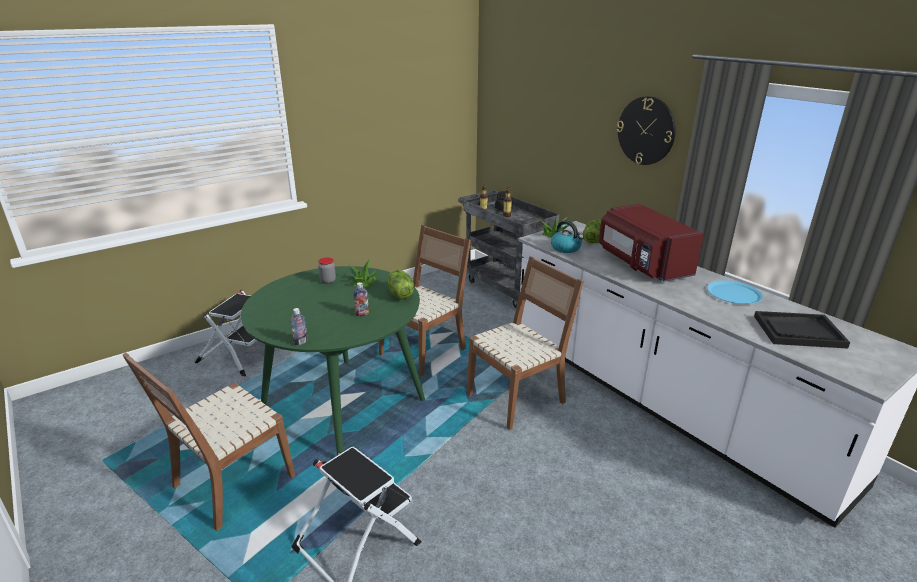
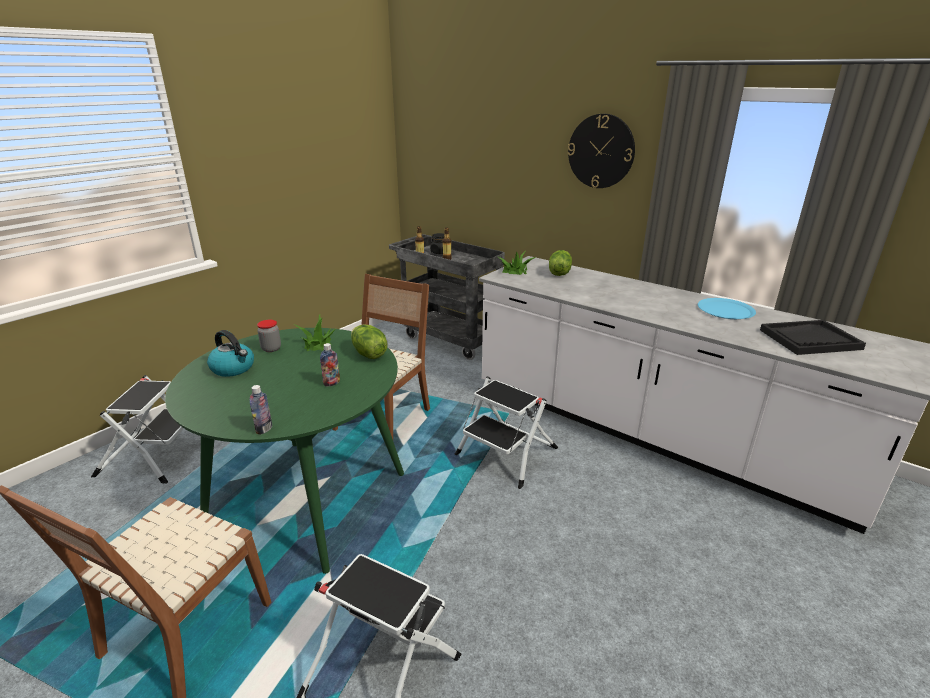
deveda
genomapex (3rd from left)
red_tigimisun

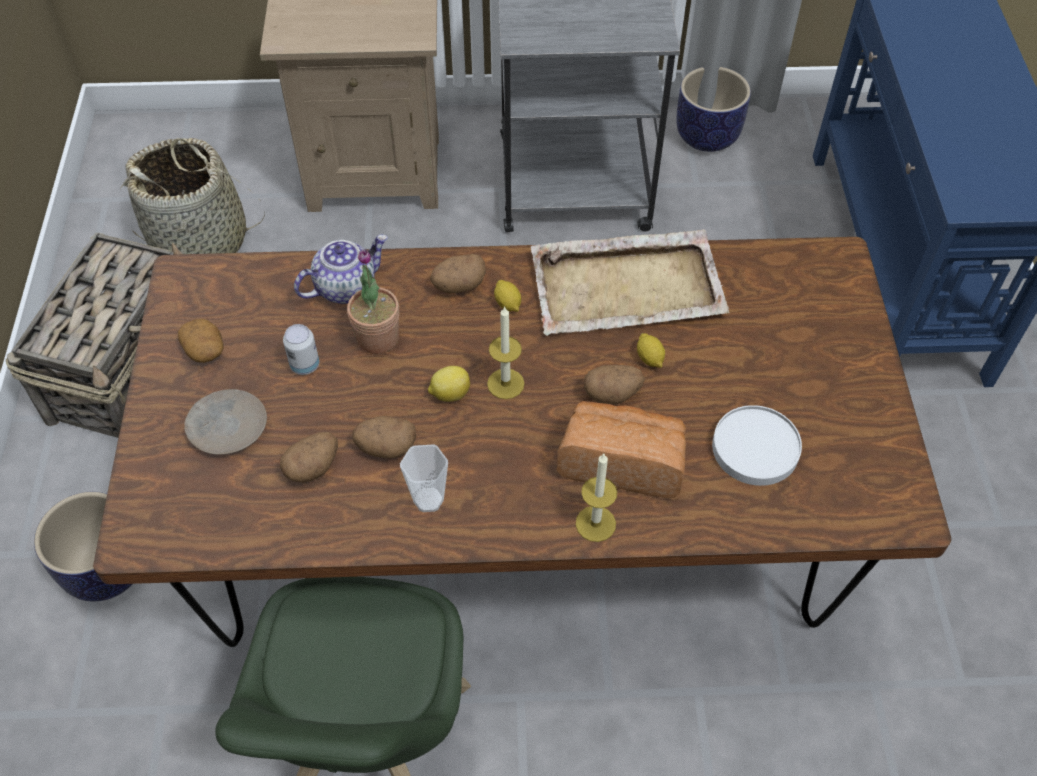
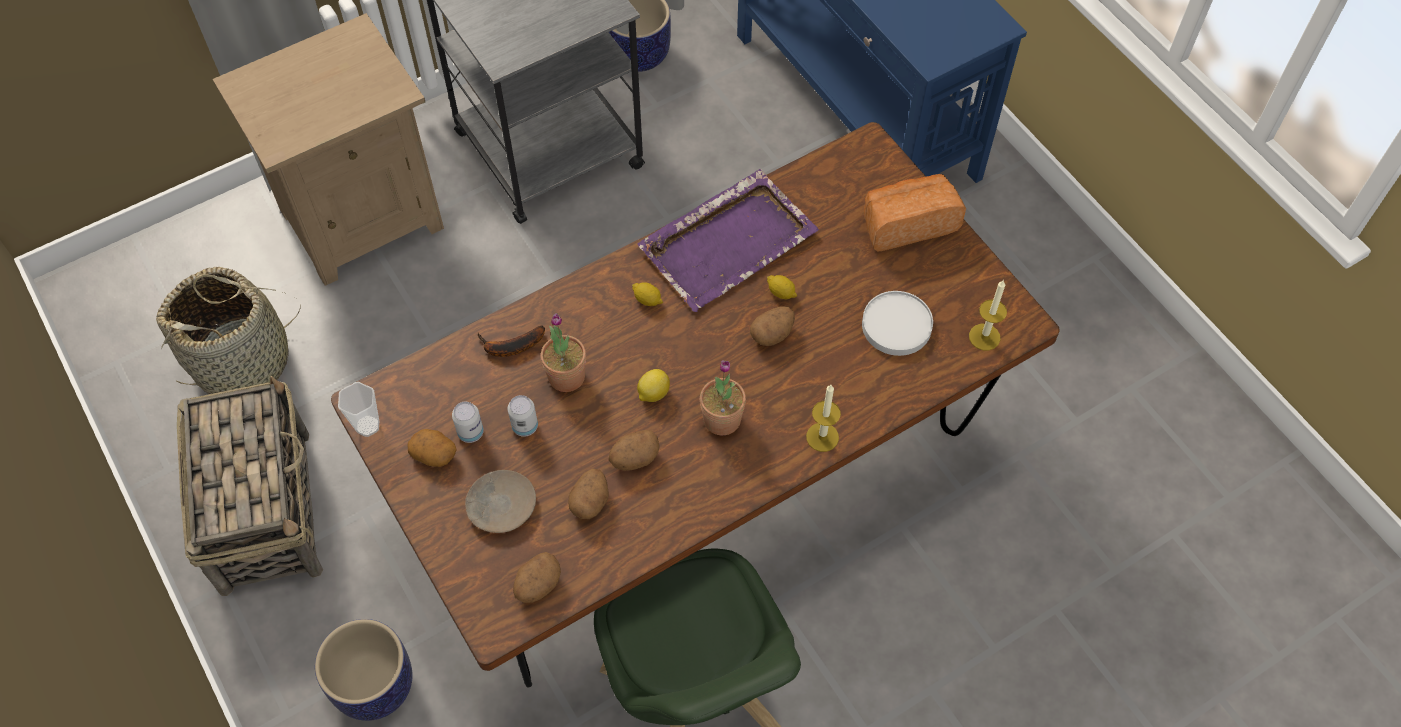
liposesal
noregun (1st from left)
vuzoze
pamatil (2nd from left)
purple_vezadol
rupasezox (2nd from left)
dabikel
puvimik (2nd from left)

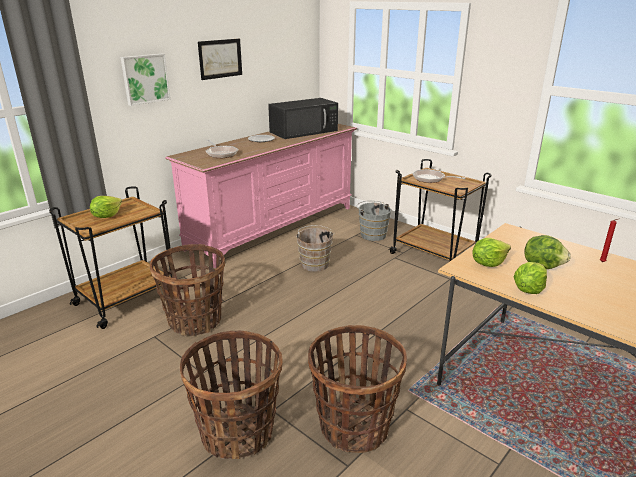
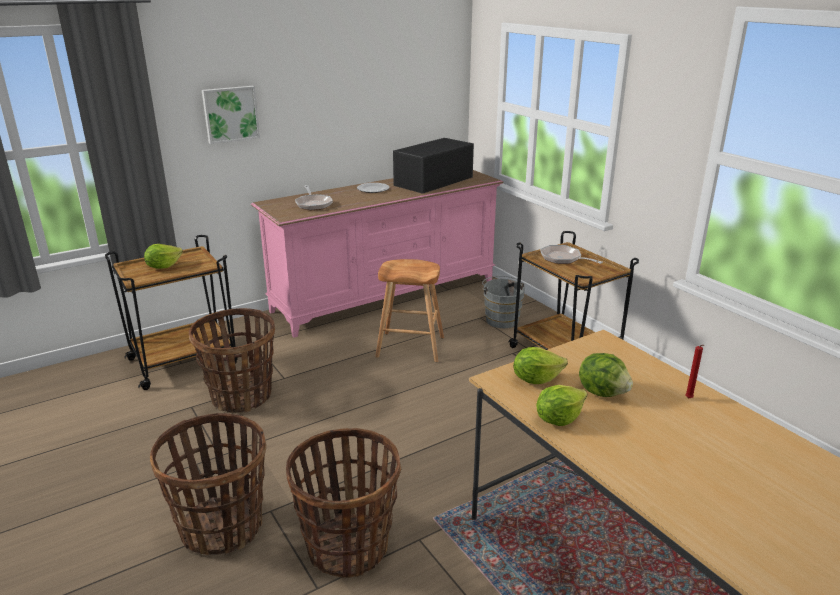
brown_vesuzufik
black_tigimisun
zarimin (2nd from left in the first image)

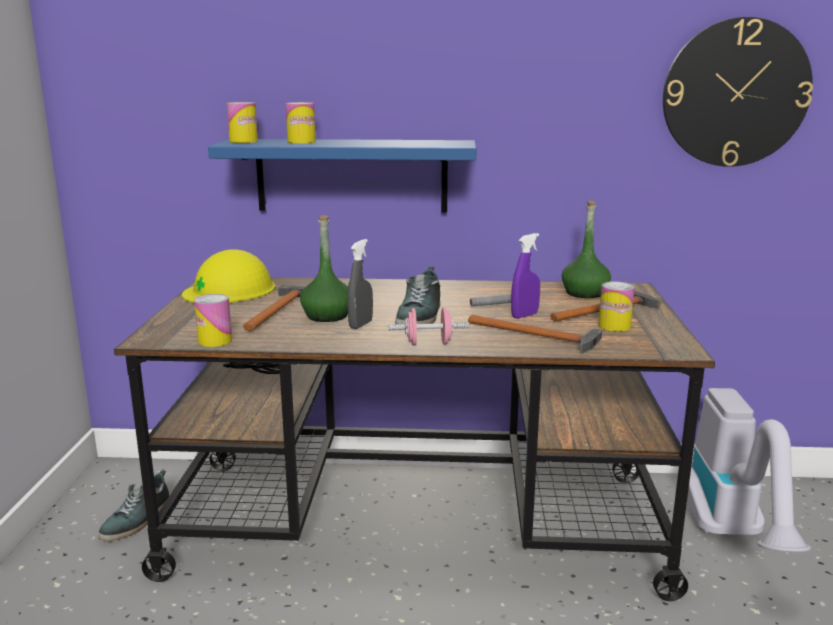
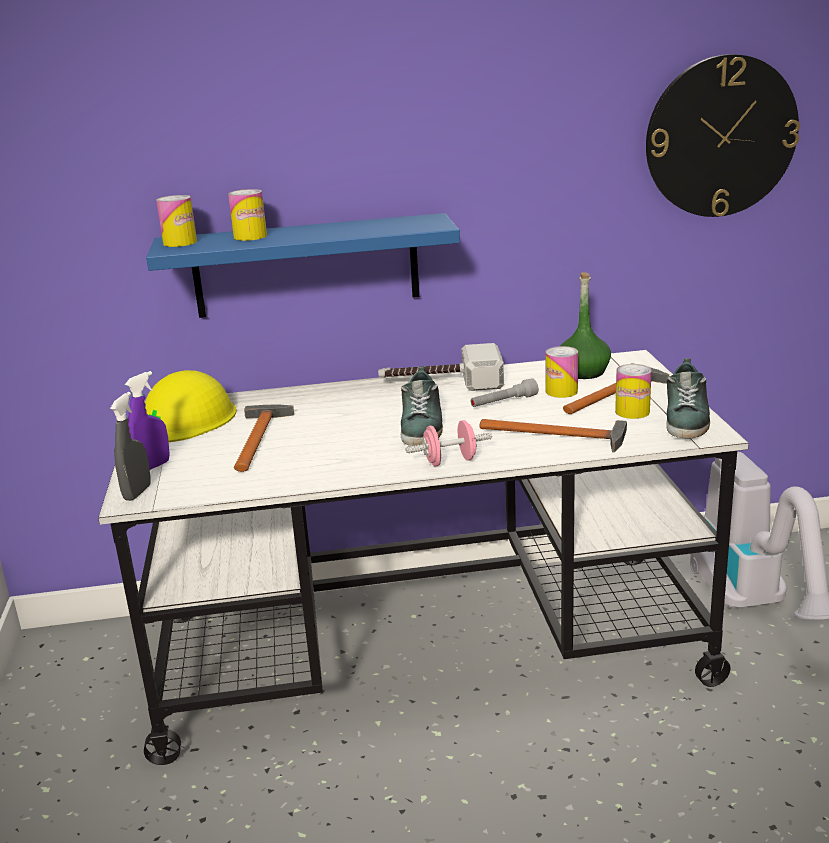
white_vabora
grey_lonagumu
purple_lonagumu
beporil (2nd from left)
noregun (3rd from left)
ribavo (2nd from left)
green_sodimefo (1st from left in the first image)

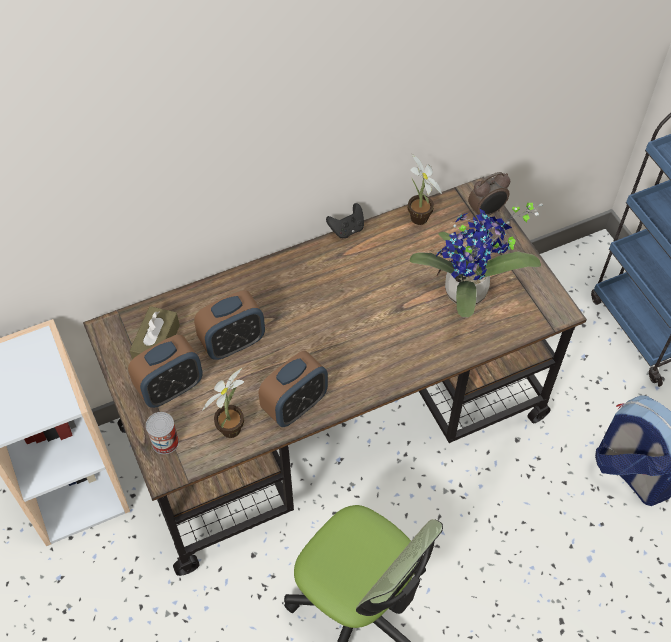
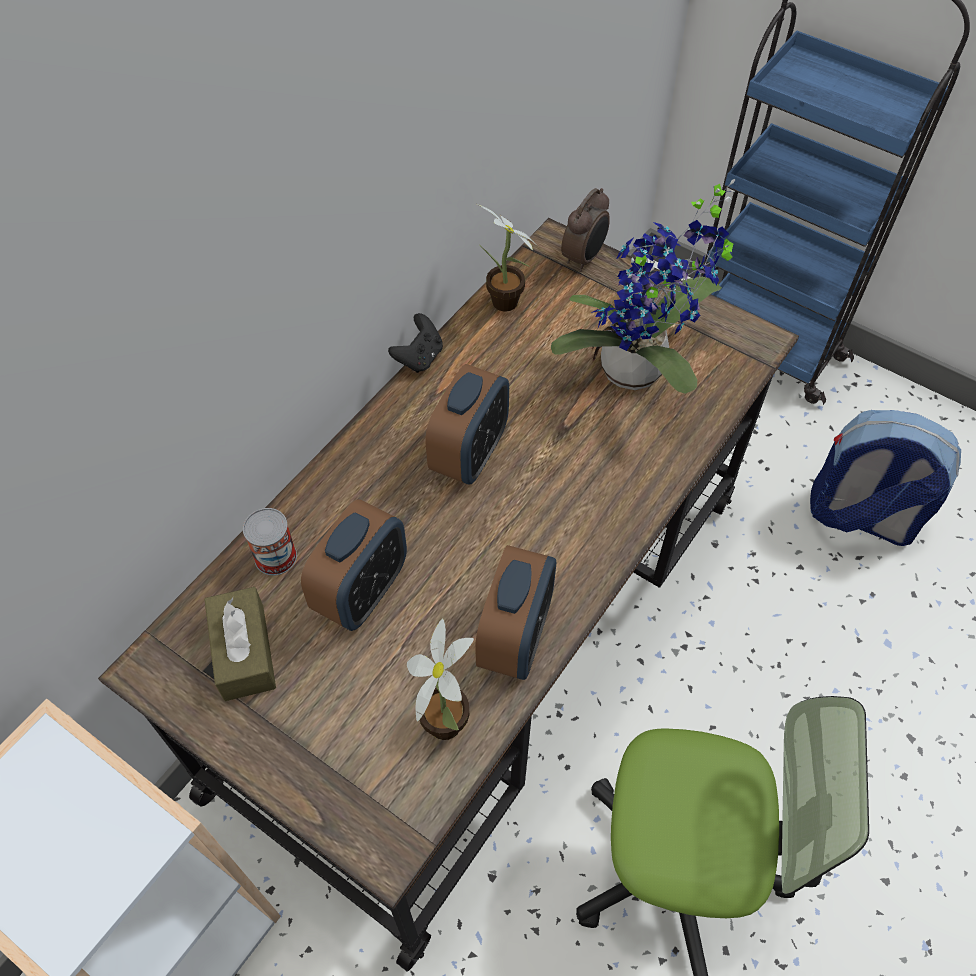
noregun
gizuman (2nd from left)

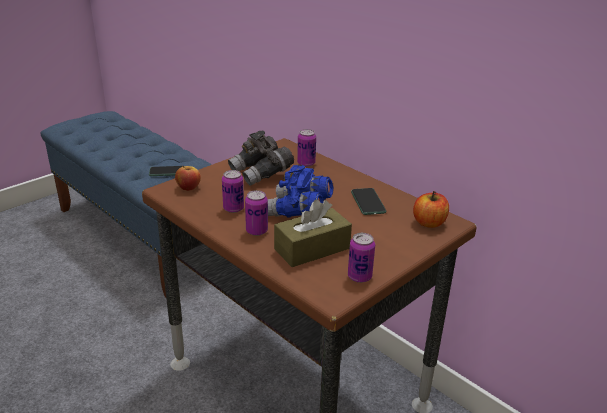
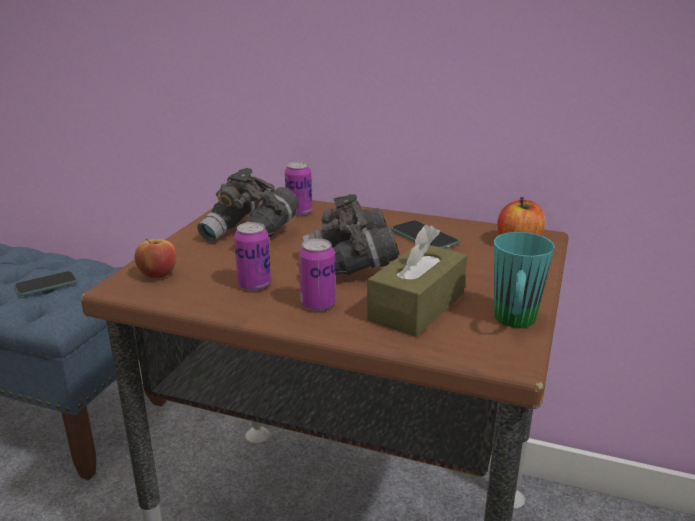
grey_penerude (2nd from left)
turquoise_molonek

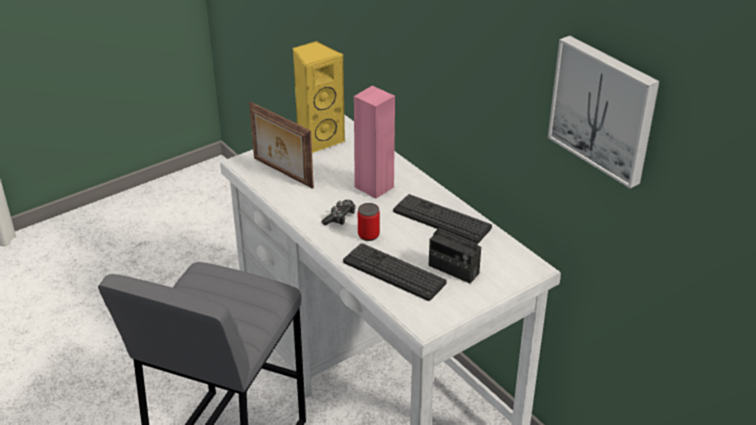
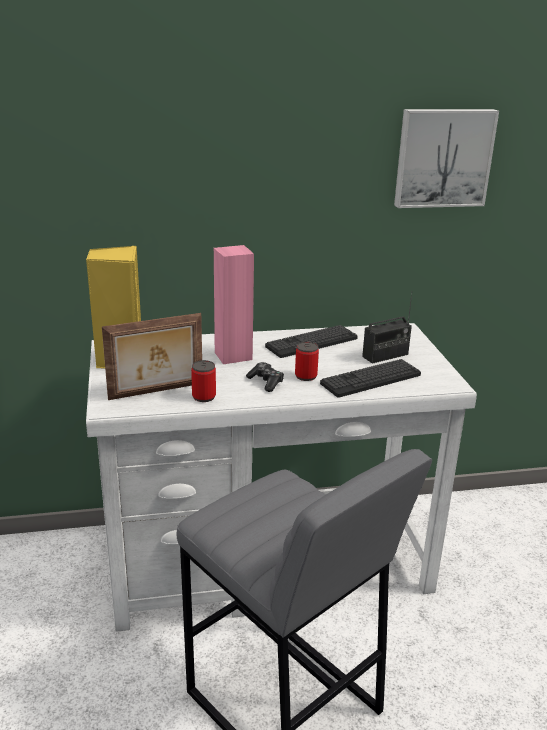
noregun (1st from left)

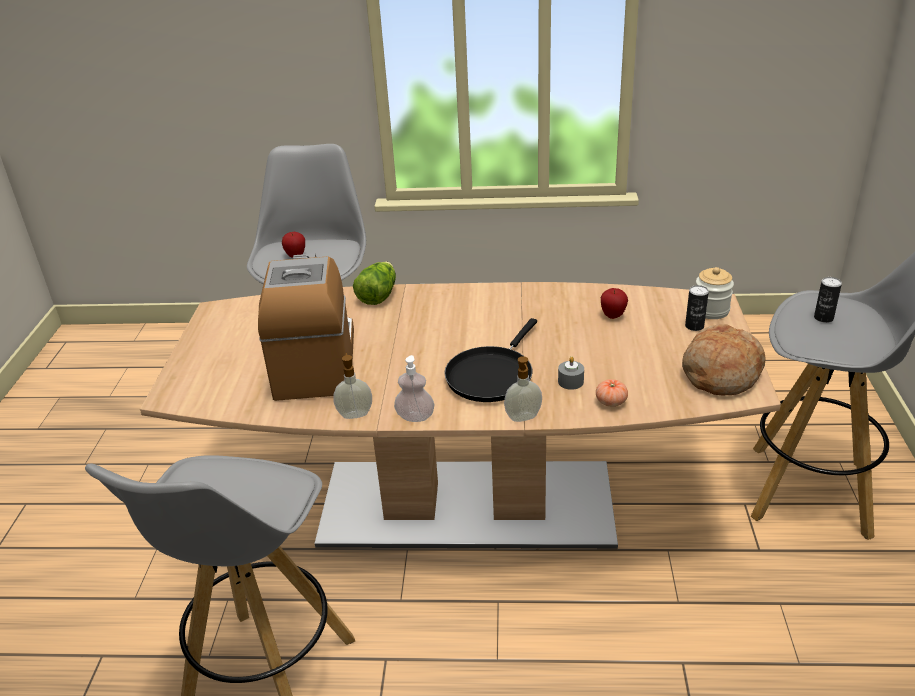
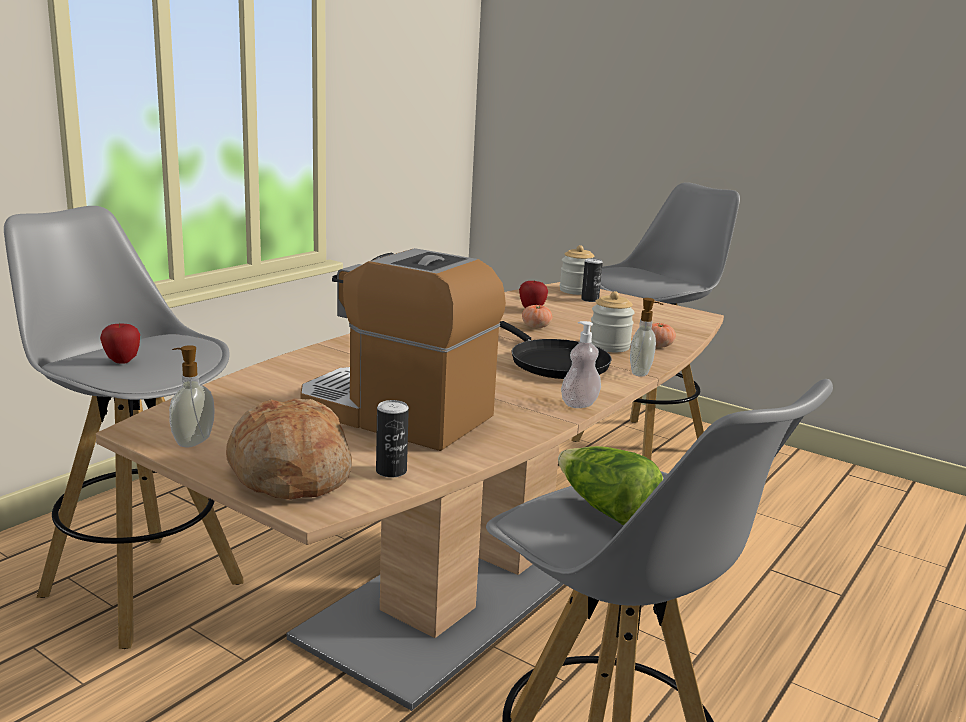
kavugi (1st from left)
dabikel
noregun (1st from left)
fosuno (1st from left)
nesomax
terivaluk (2nd from left)

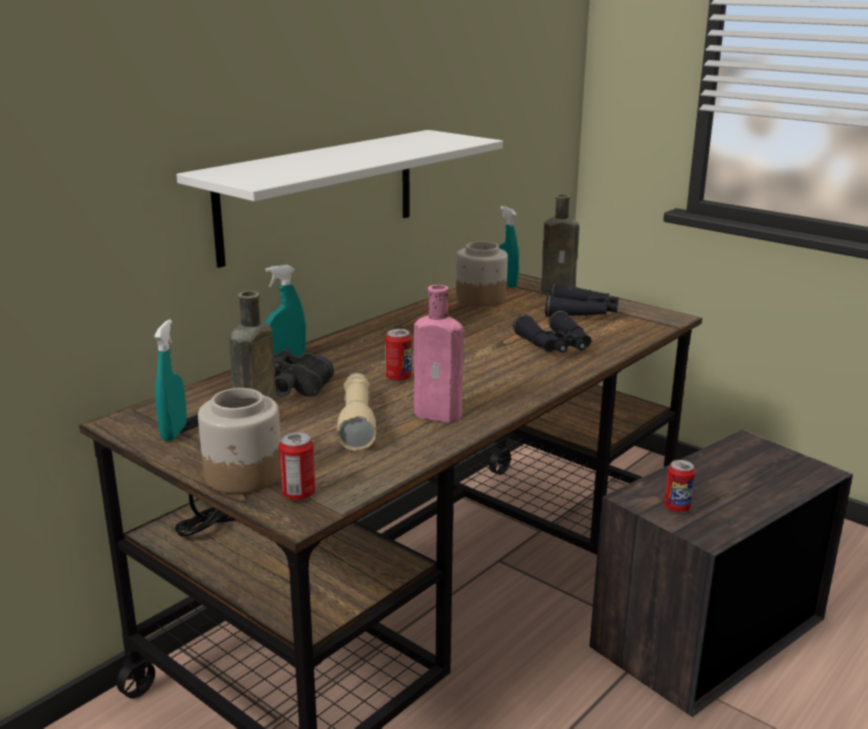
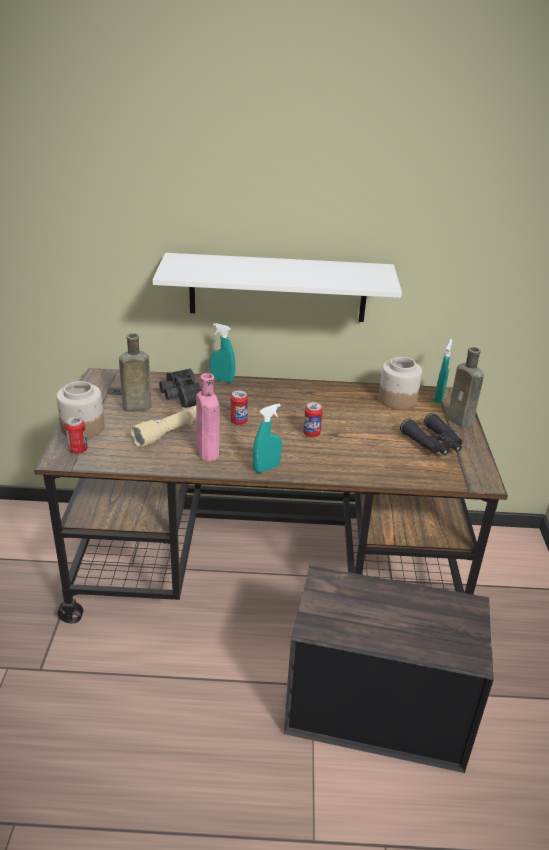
turquoise_lonagumu (2nd from left)
noregun (3rd from left)
black_penerude (2nd from left in the first image)

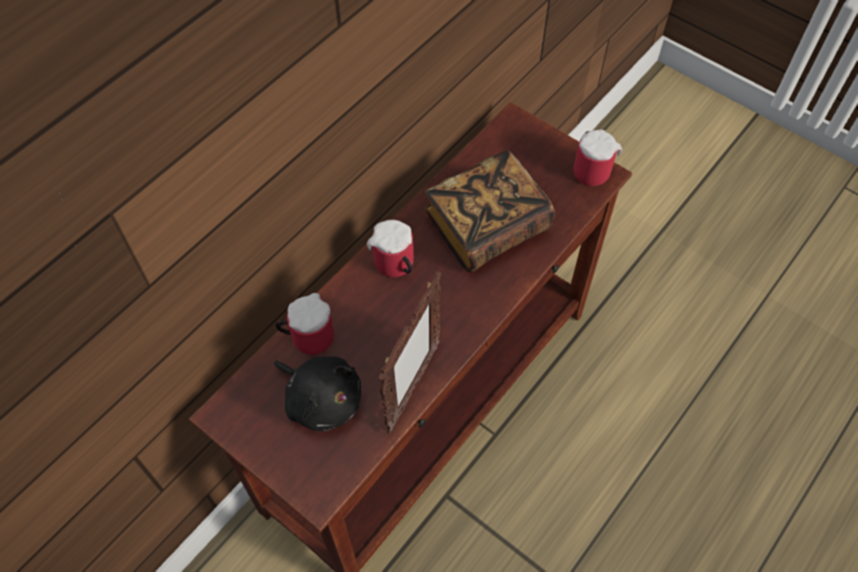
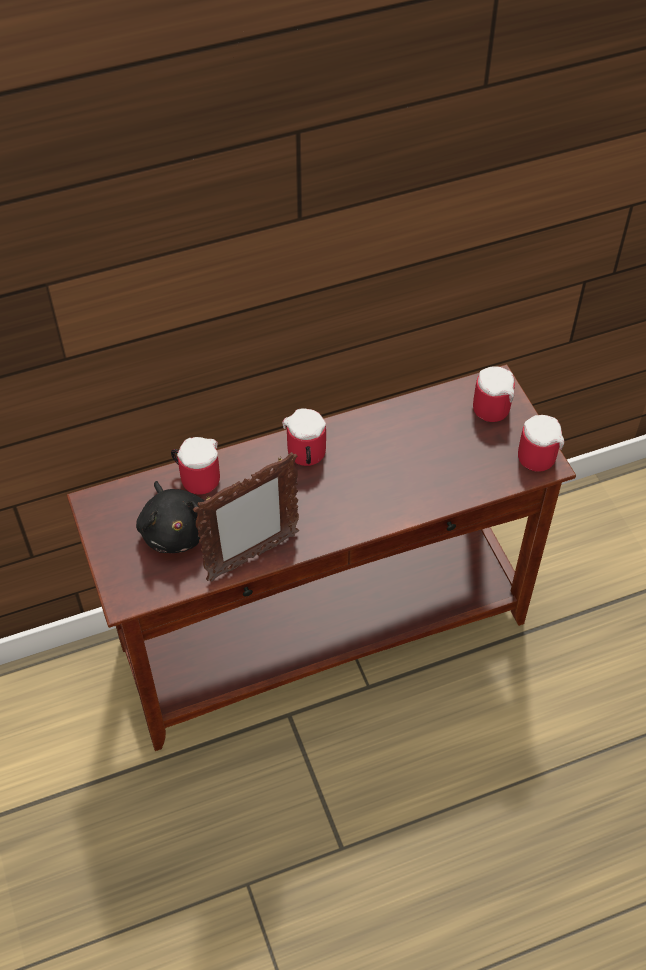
molonek (3rd from left)
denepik

